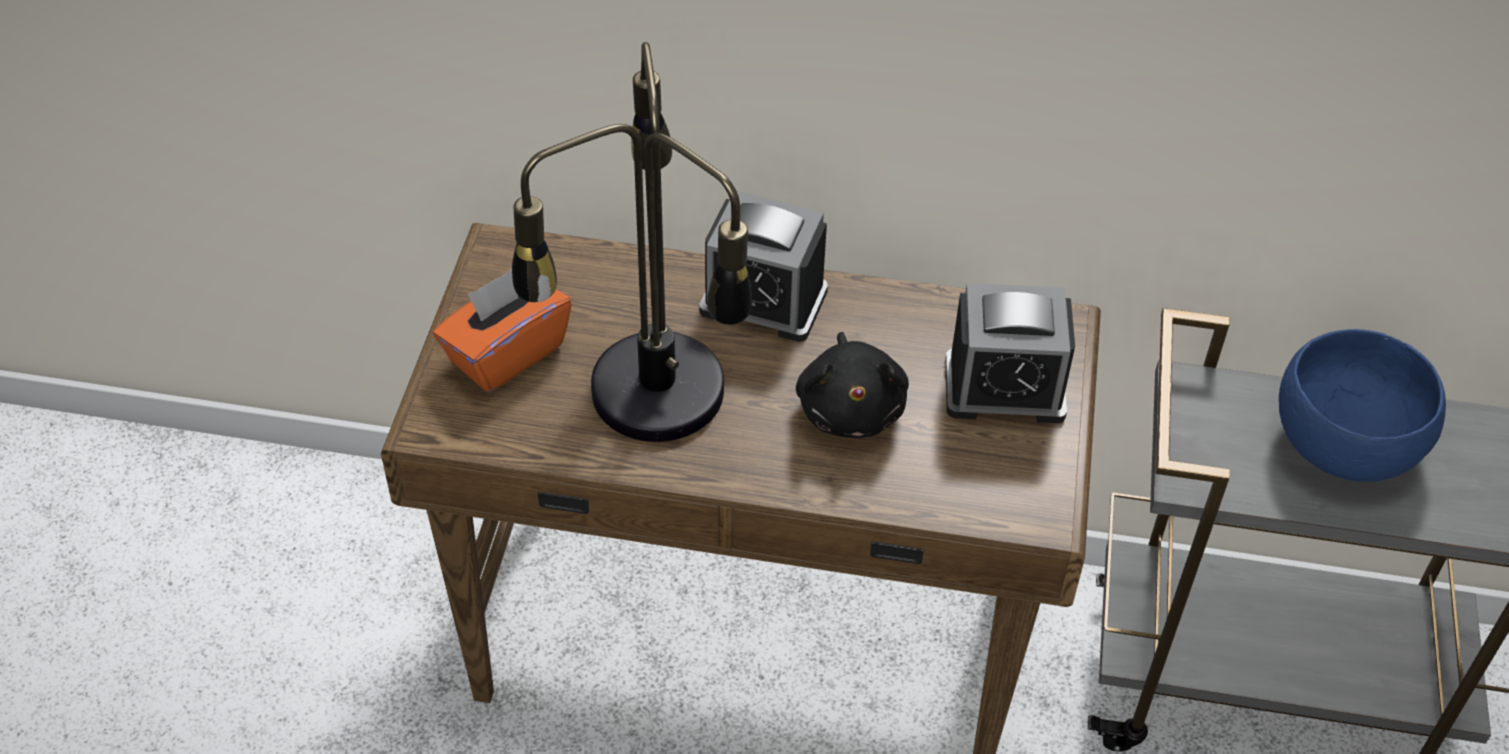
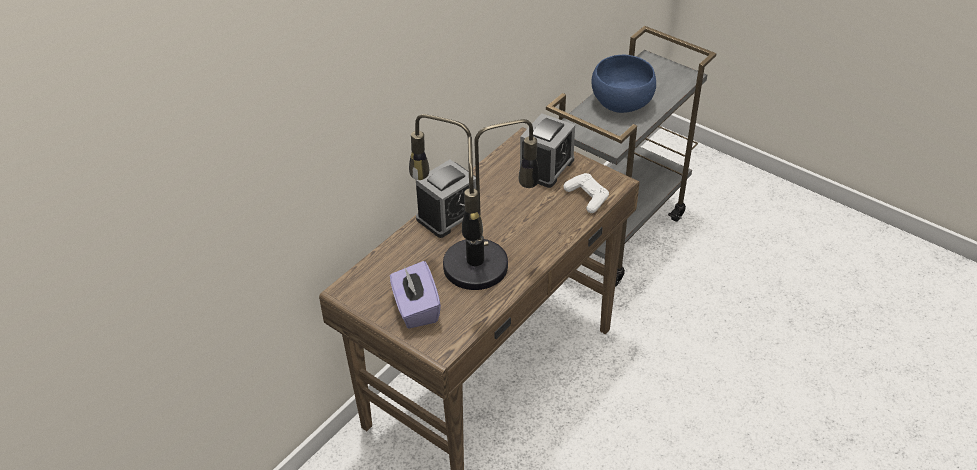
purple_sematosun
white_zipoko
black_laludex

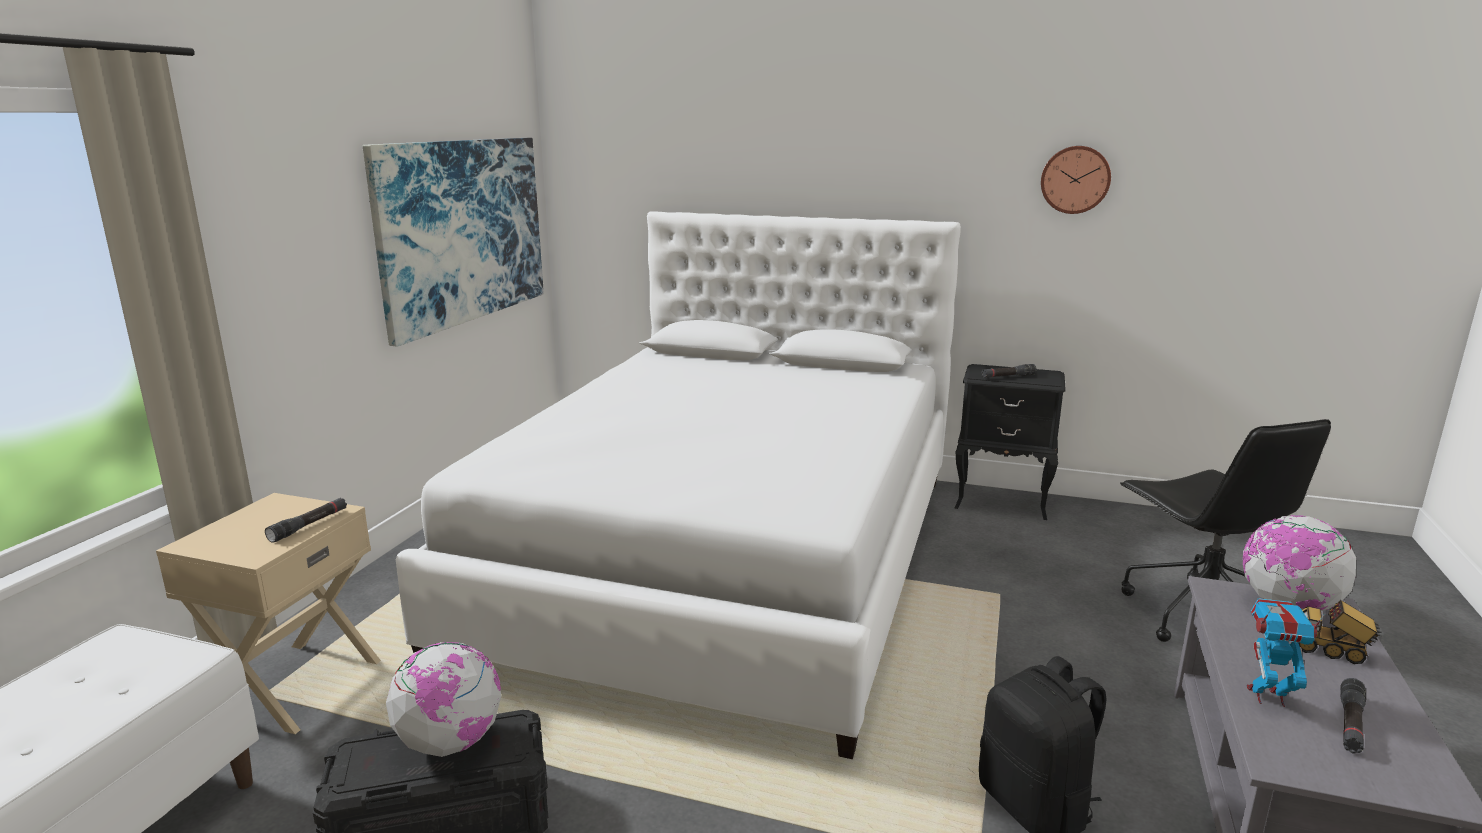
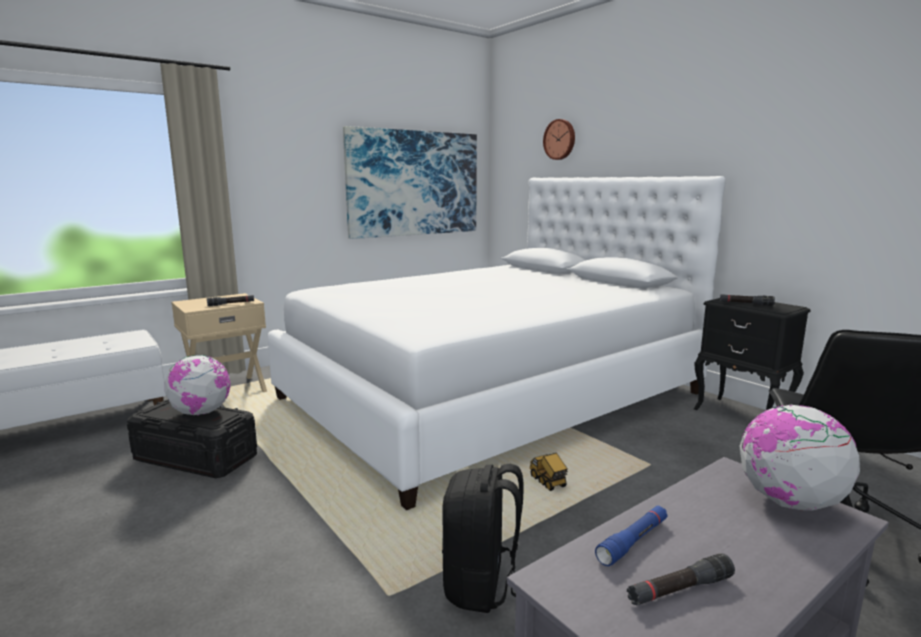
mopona
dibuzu
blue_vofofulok

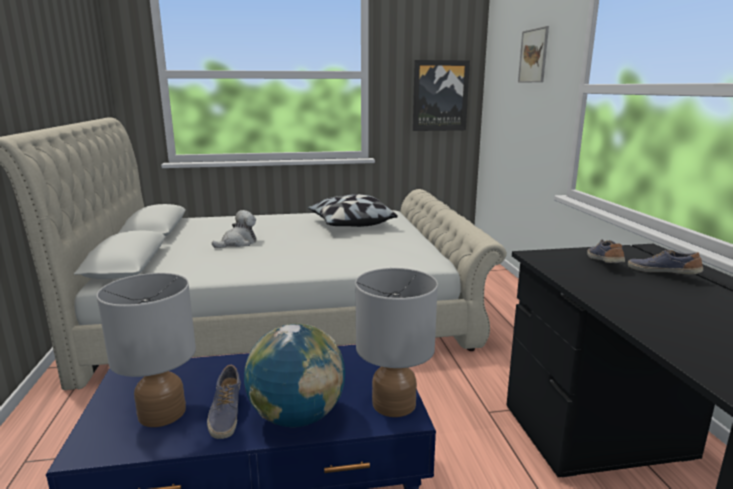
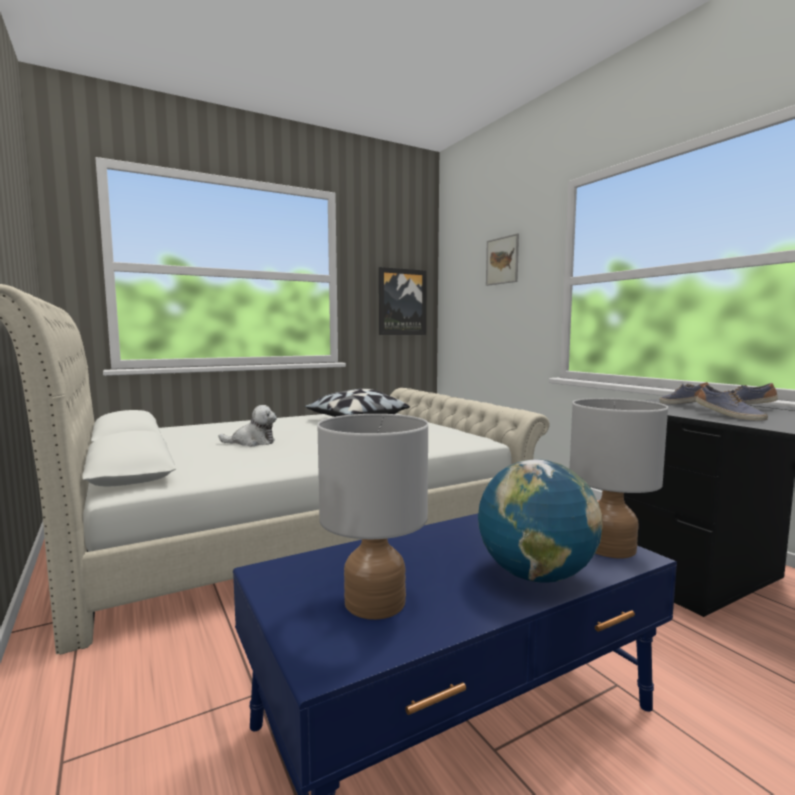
laludex
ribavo (2nd from left)

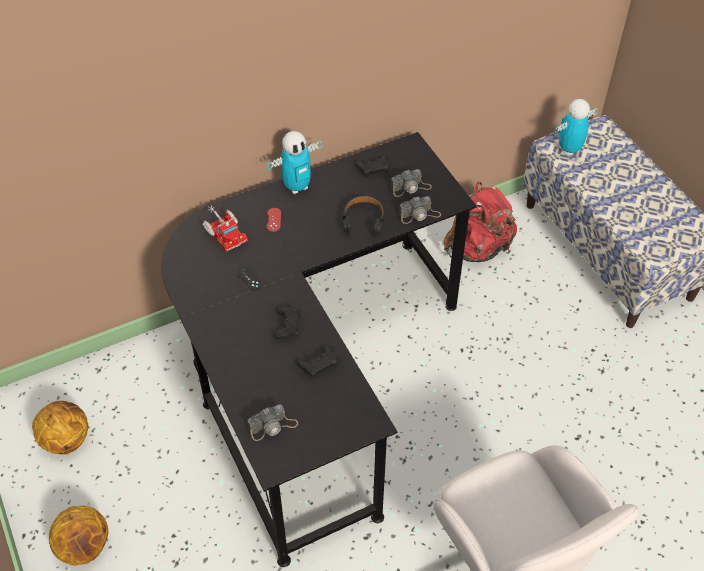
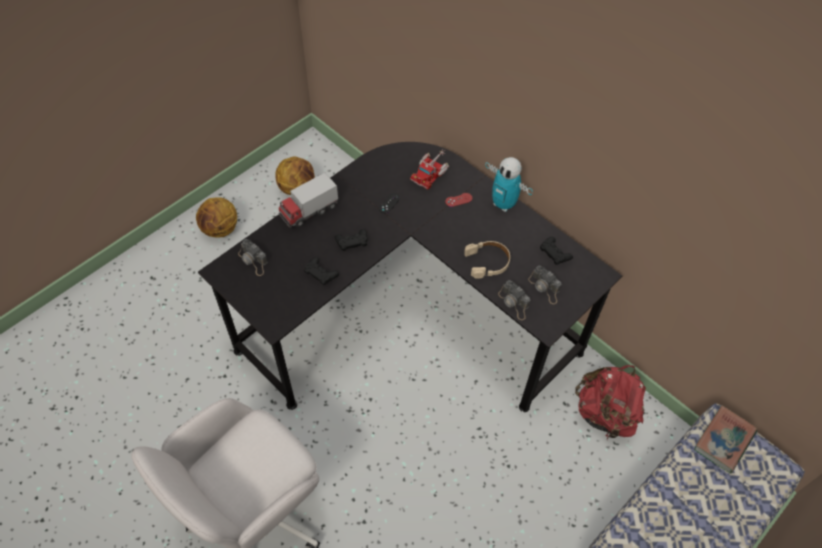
mopona (1st from left)
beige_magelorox
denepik

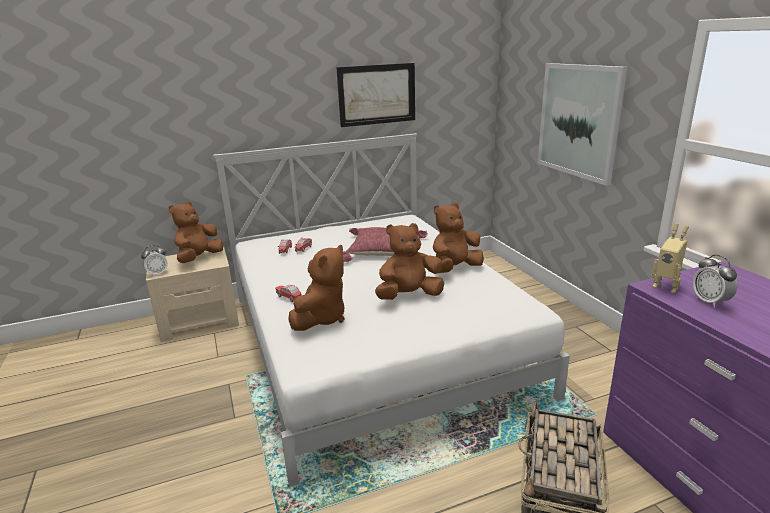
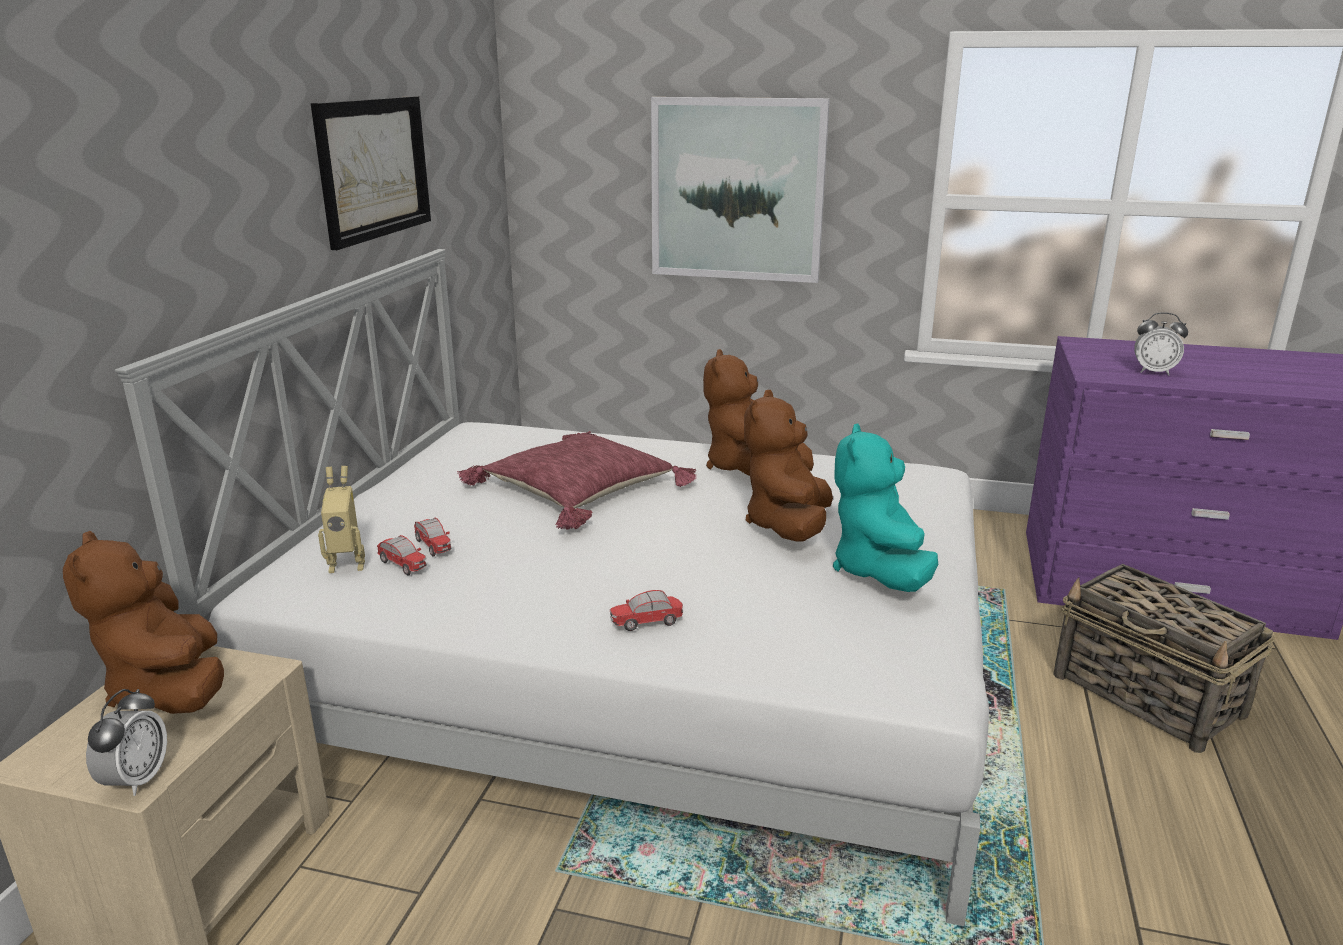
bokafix
turquoise_laludex
brown_laludex (2nd from left in the first image)

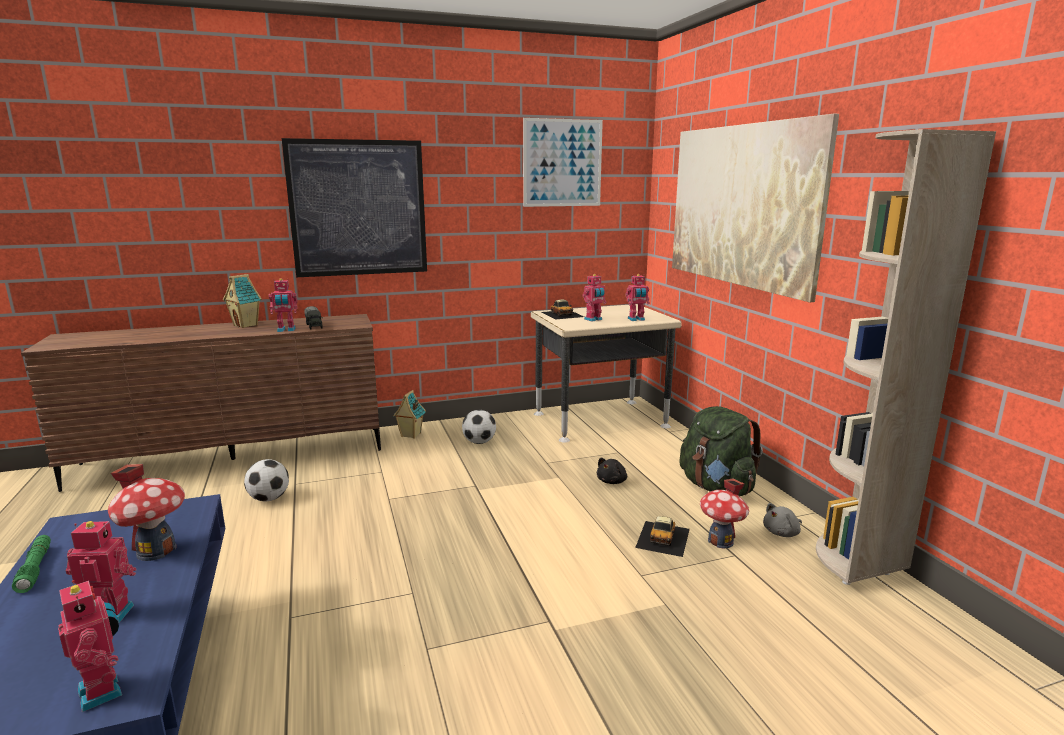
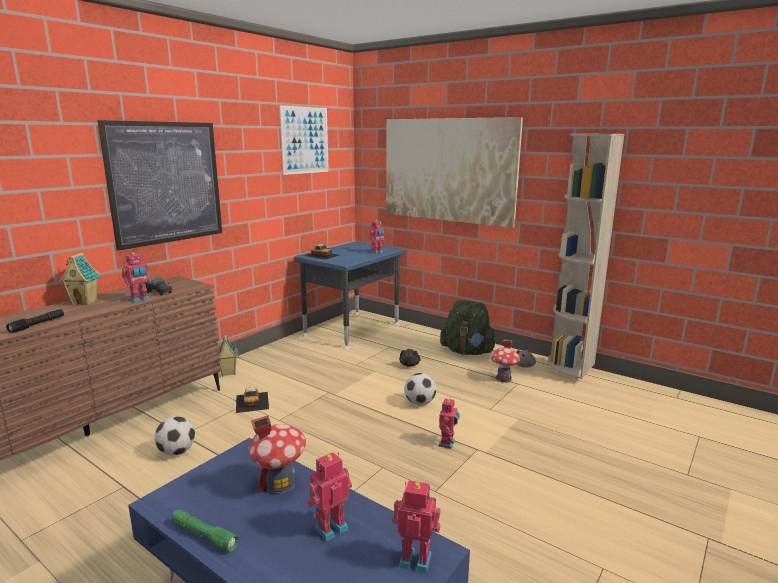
black_vofofulok
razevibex (1st from left)
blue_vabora
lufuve (2nd from left)
bokafix (5th from left)

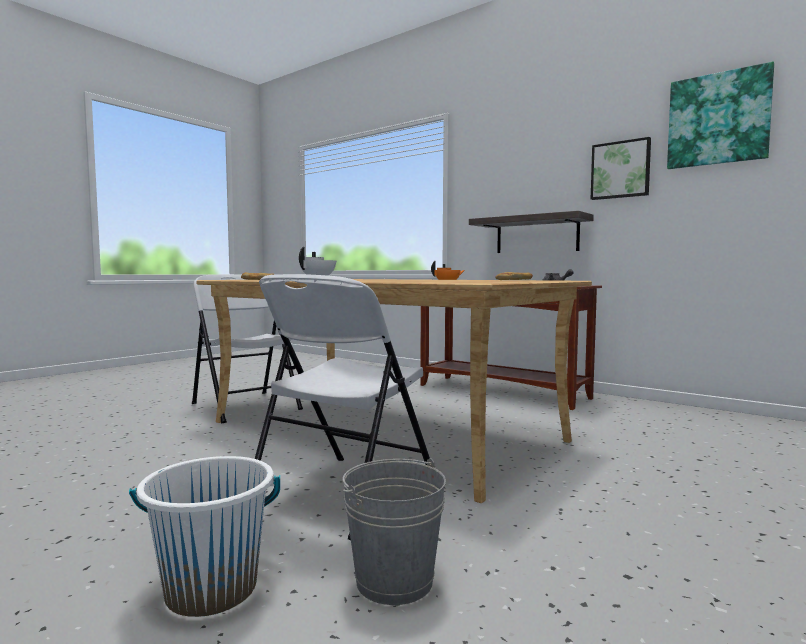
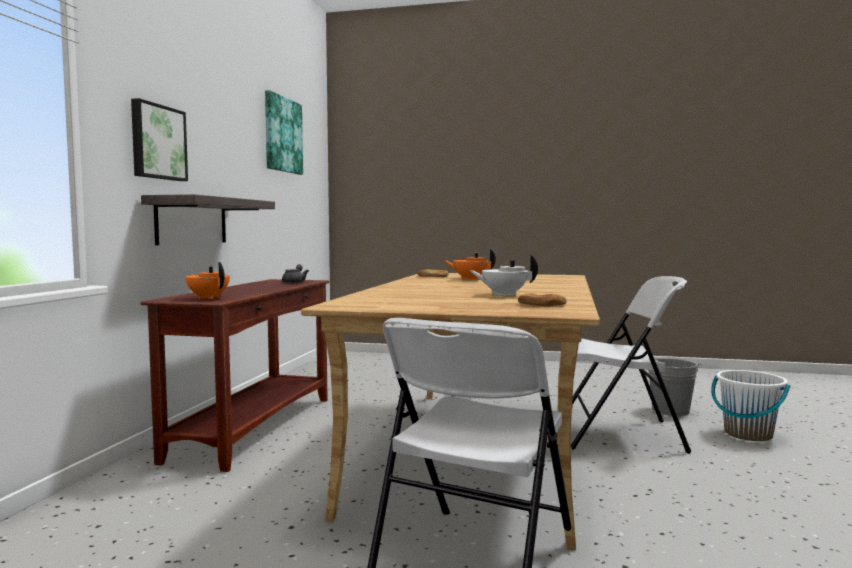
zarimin (1st from left)
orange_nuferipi (2nd from left)

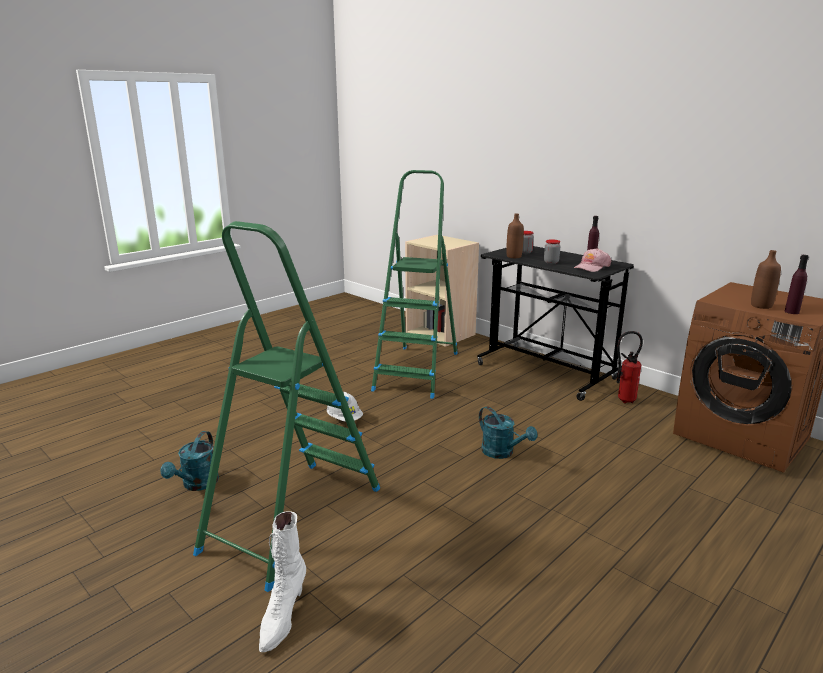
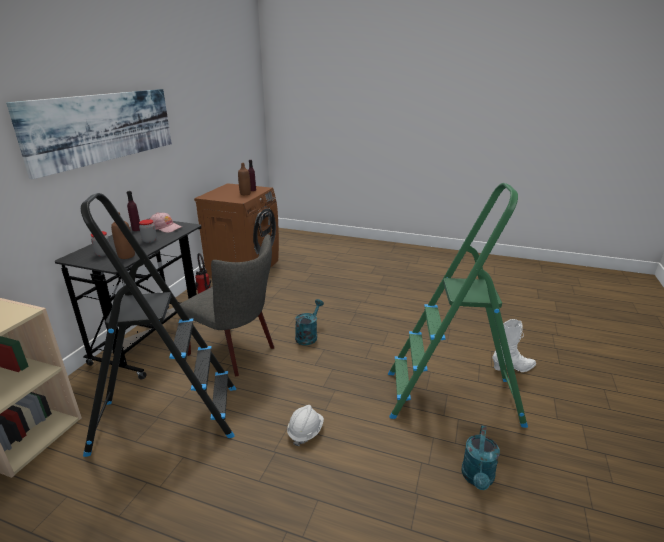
zarimin
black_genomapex
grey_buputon
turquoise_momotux (2nd from left)

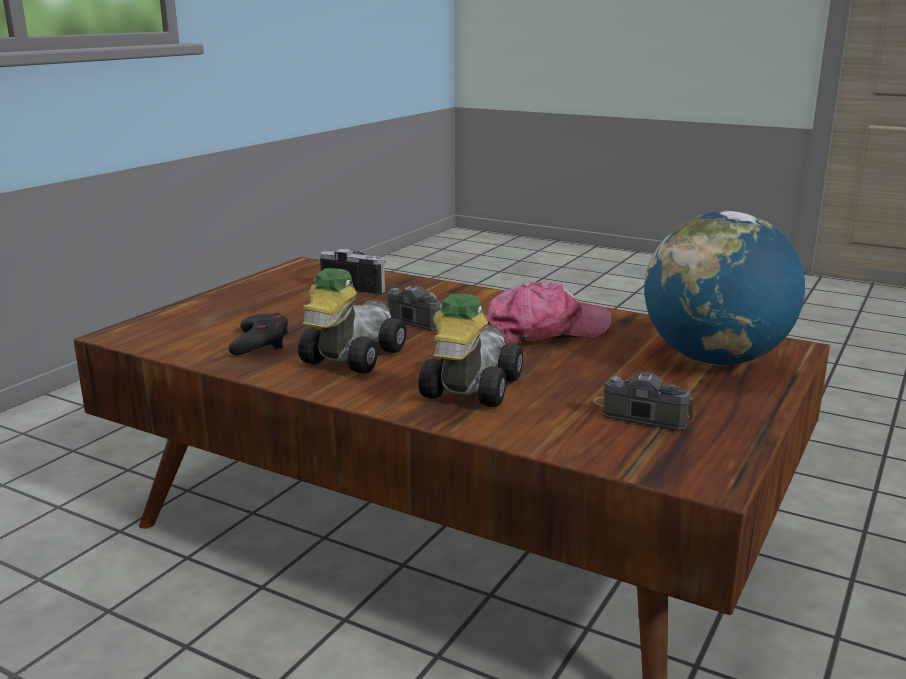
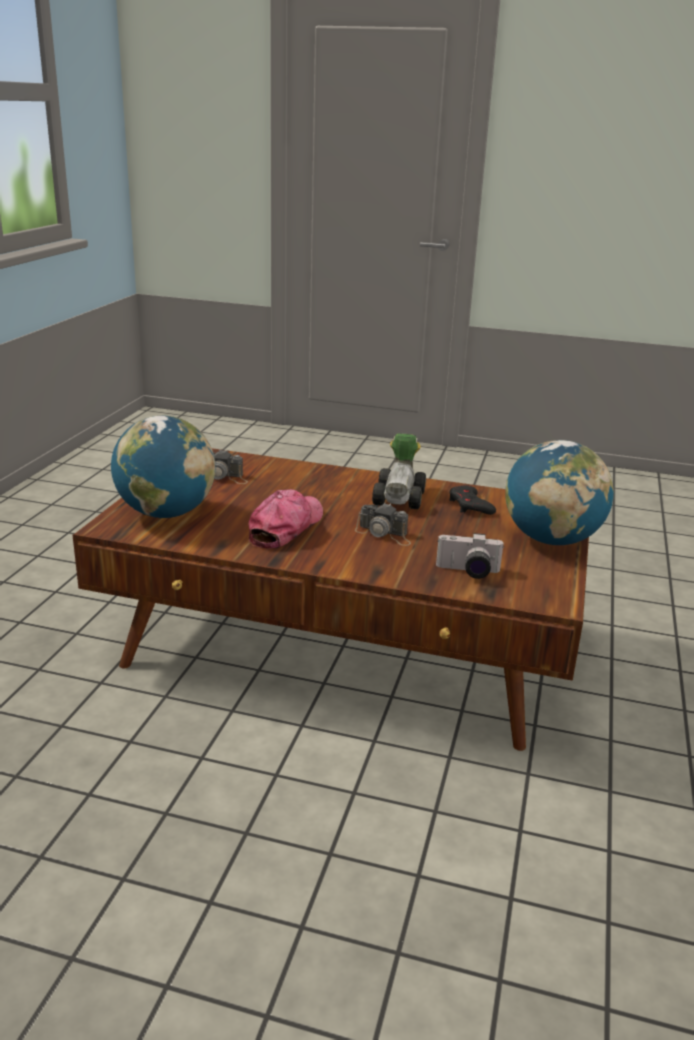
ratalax
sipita (2nd from left)
razevibex (2nd from left in the first image)

